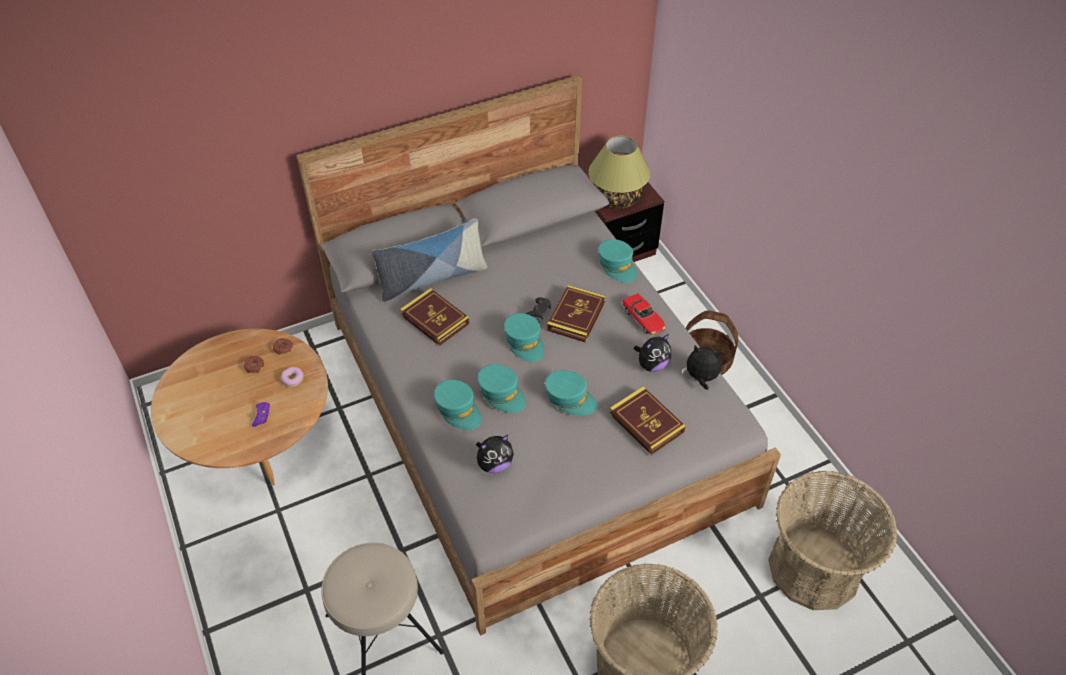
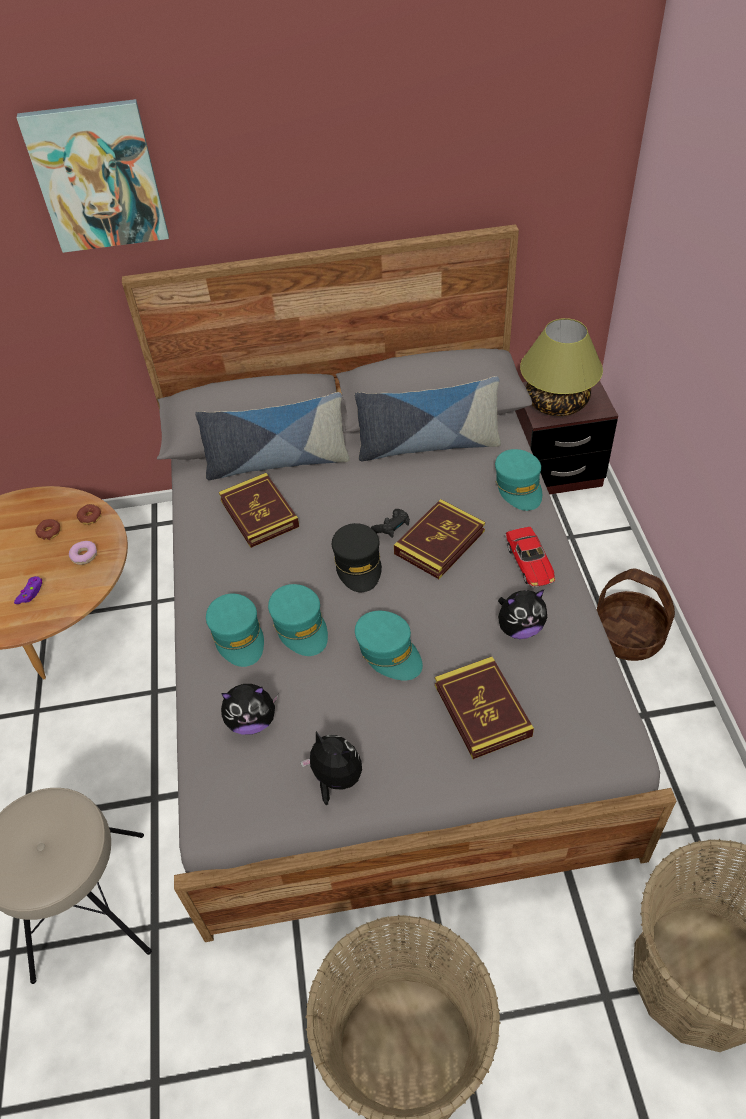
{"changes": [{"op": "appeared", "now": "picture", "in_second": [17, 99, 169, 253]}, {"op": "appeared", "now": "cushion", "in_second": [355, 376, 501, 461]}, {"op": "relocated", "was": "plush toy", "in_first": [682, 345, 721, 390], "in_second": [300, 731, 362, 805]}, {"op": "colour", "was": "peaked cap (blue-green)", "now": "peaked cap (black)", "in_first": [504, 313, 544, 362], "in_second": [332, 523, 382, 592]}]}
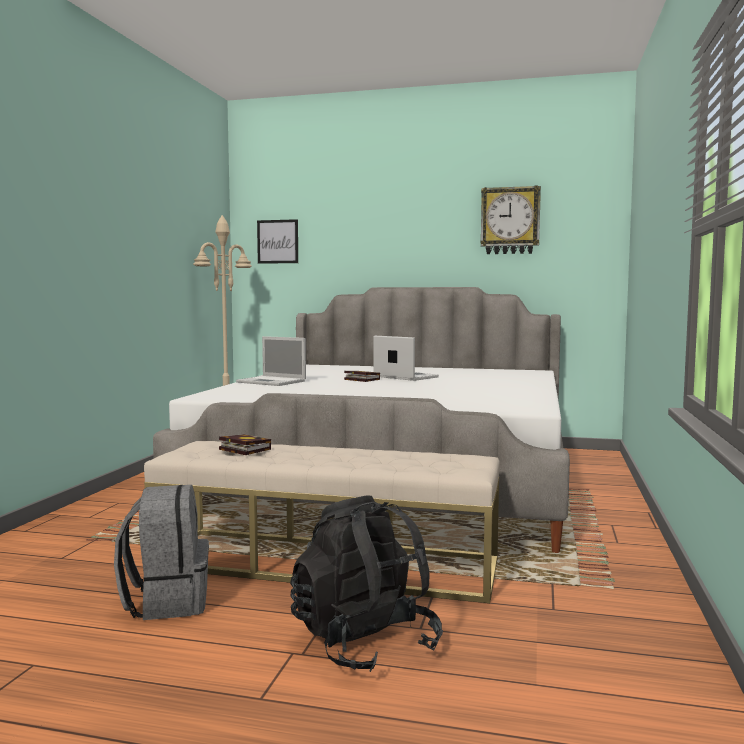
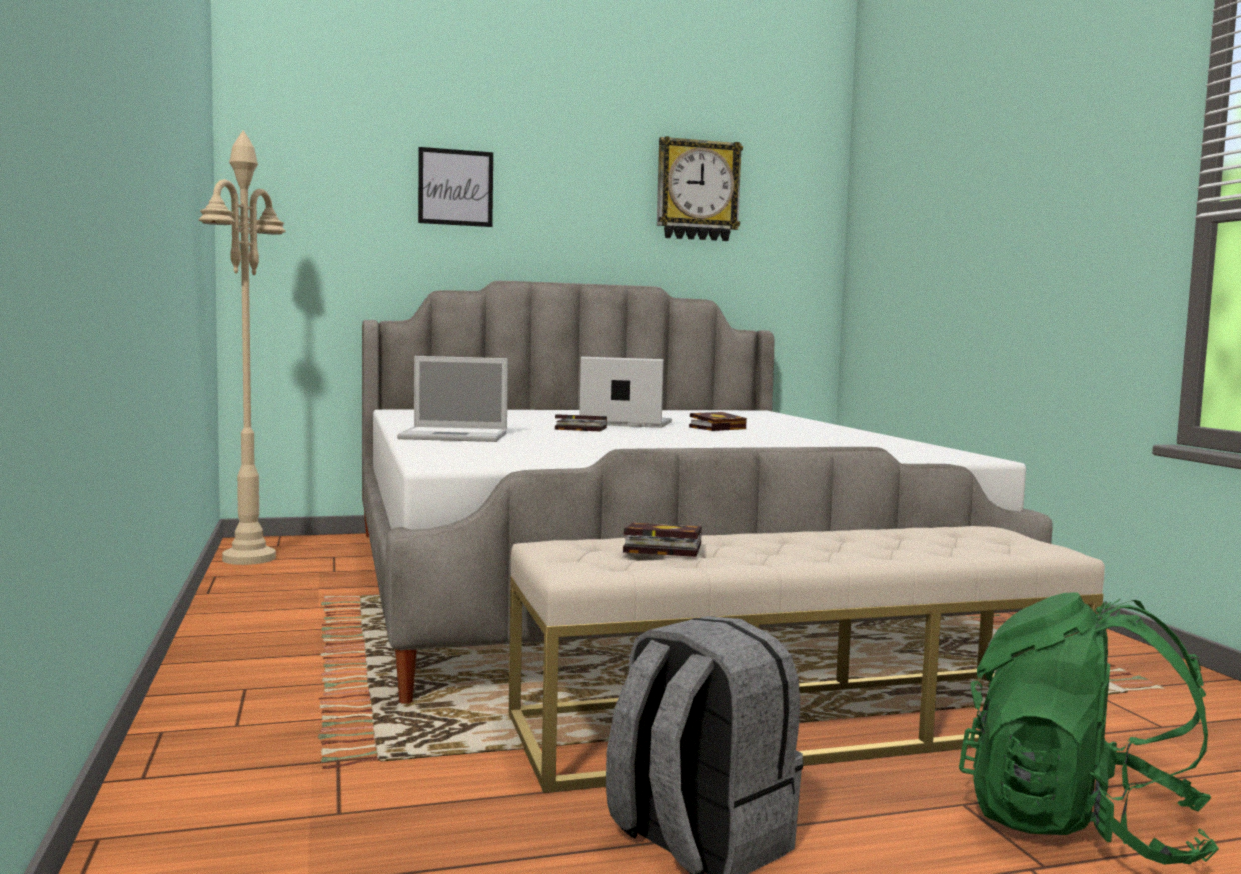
{"changes": [{"op": "appeared", "now": "volume", "in_second": [689, 412, 747, 431]}, {"op": "relocated", "was": "picture", "in_first": [257, 219, 298, 264], "in_second": [418, 147, 493, 227]}, {"op": "colour", "was": "backpack (black)", "now": "backpack (green)", "in_first": [290, 495, 443, 672], "in_second": [959, 592, 1219, 865]}]}
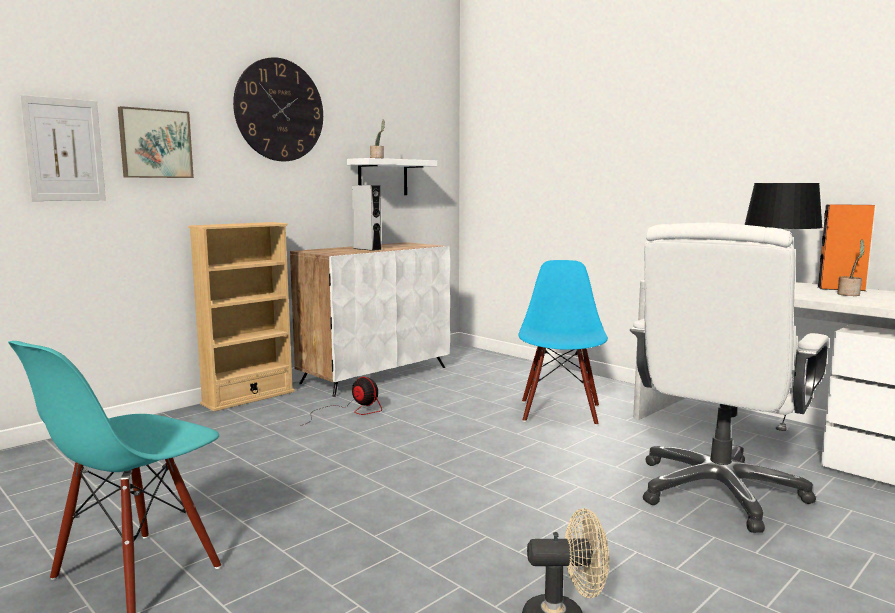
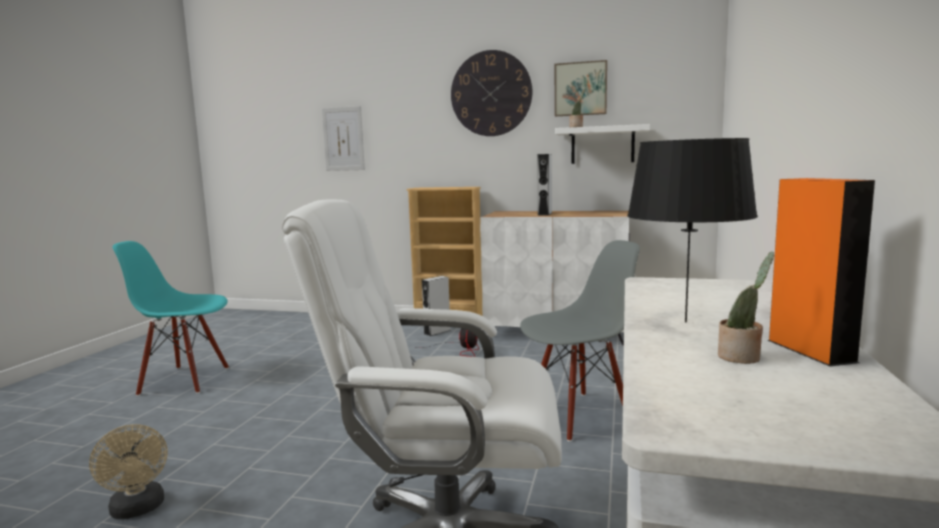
{"changes": [{"op": "appeared", "now": "speaker (greyish)", "in_second": [422, 276, 451, 336]}, {"op": "relocated", "was": "picture", "in_first": [118, 106, 194, 178], "in_second": [555, 60, 607, 116]}, {"op": "colour", "was": "chair (blue)", "now": "chair (greyish)", "in_first": [518, 260, 608, 426], "in_second": [520, 240, 640, 442]}]}
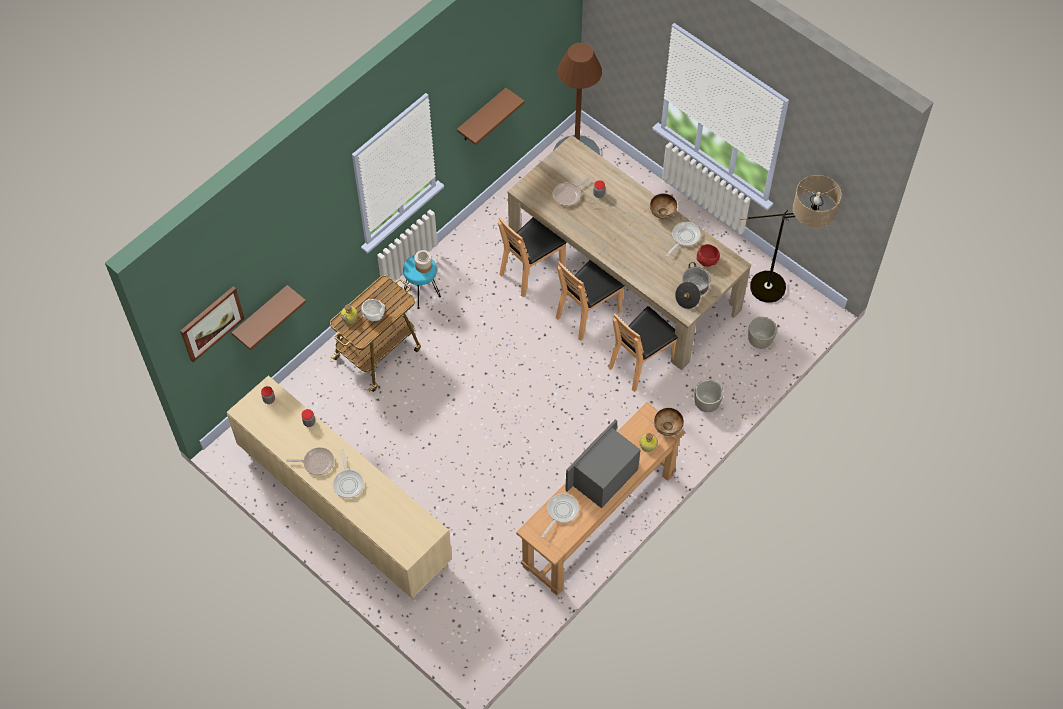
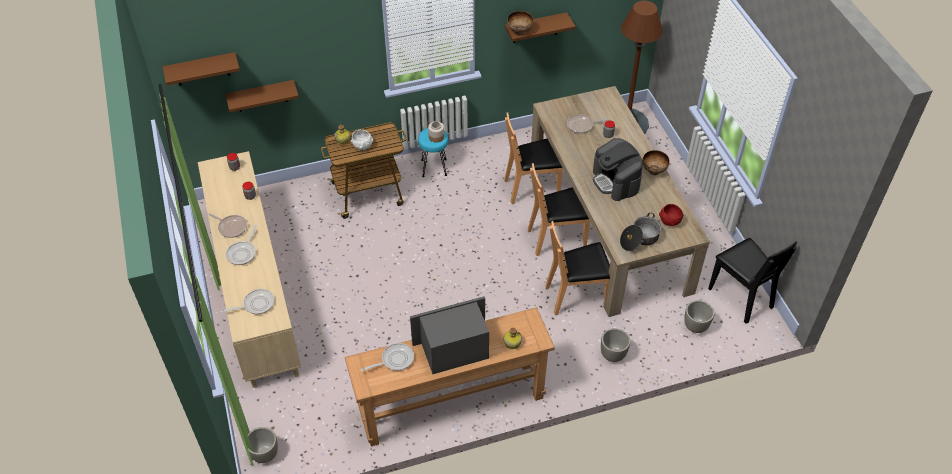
{"changes": [{"op": "appeared", "now": "plant pot (greyish)", "in_second": [248, 427, 278, 463]}, {"op": "appeared", "now": "coffee machine", "in_second": [593, 138, 643, 201]}, {"op": "relocated", "was": "deep dish", "in_first": [654, 408, 684, 436], "in_second": [507, 11, 533, 35]}, {"op": "relocated", "was": "skillet", "in_first": [666, 222, 701, 257], "in_second": [220, 289, 274, 314]}, {"op": "exchanged", "was": "picture", "now": "bracket shelf (brownish)", "in_first": [180, 286, 245, 362], "in_second": [163, 52, 240, 86]}, {"op": "exchanged", "was": "standing lamp", "now": "chair (black)", "in_first": [740, 175, 842, 303], "in_second": [708, 238, 798, 324]}]}
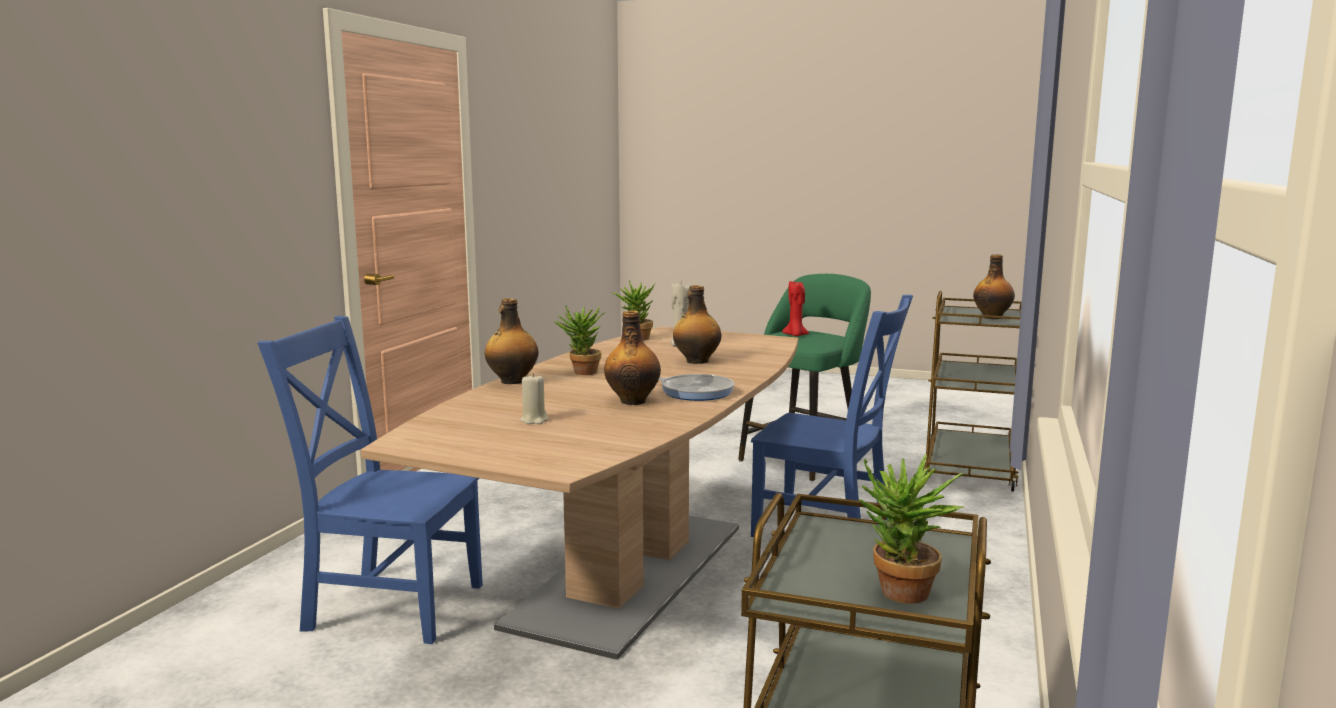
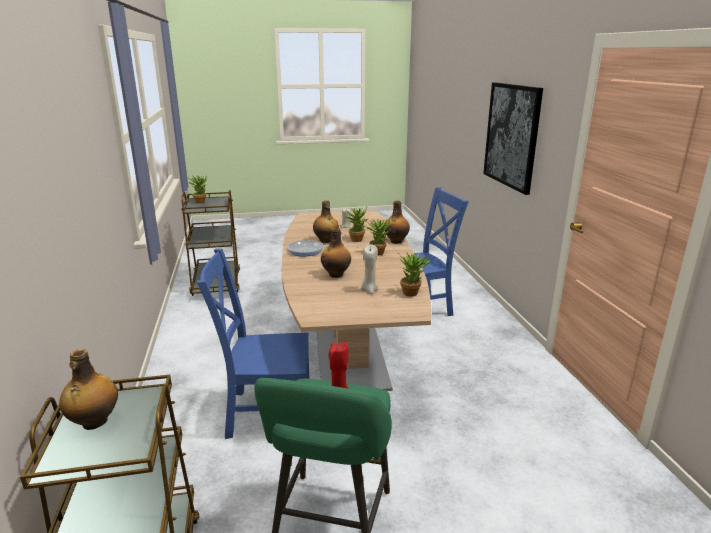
{"changes": [{"op": "appeared", "now": "plant in a pot", "in_second": [345, 208, 369, 242]}, {"op": "appeared", "now": "picture", "in_second": [483, 82, 543, 195]}]}
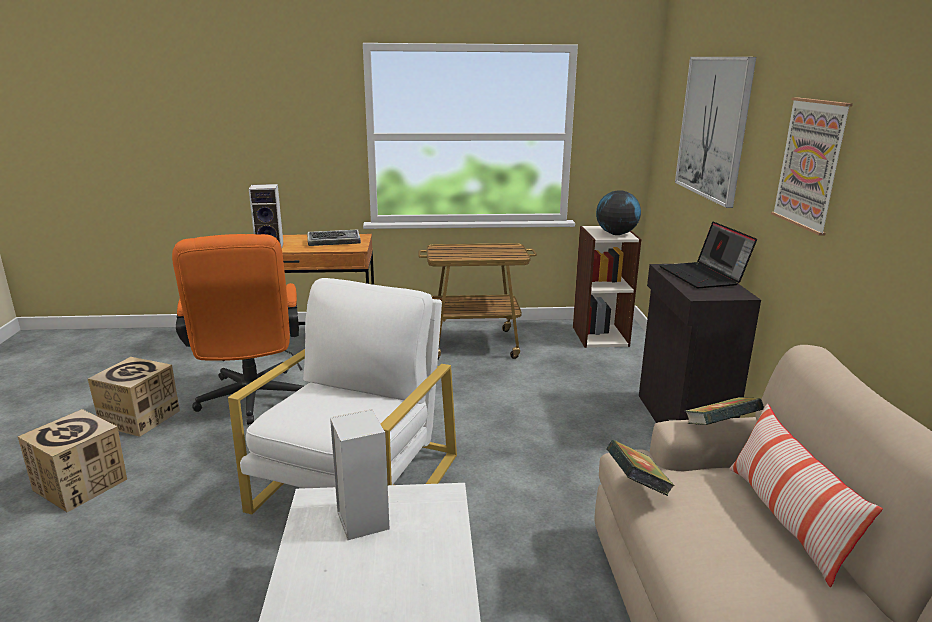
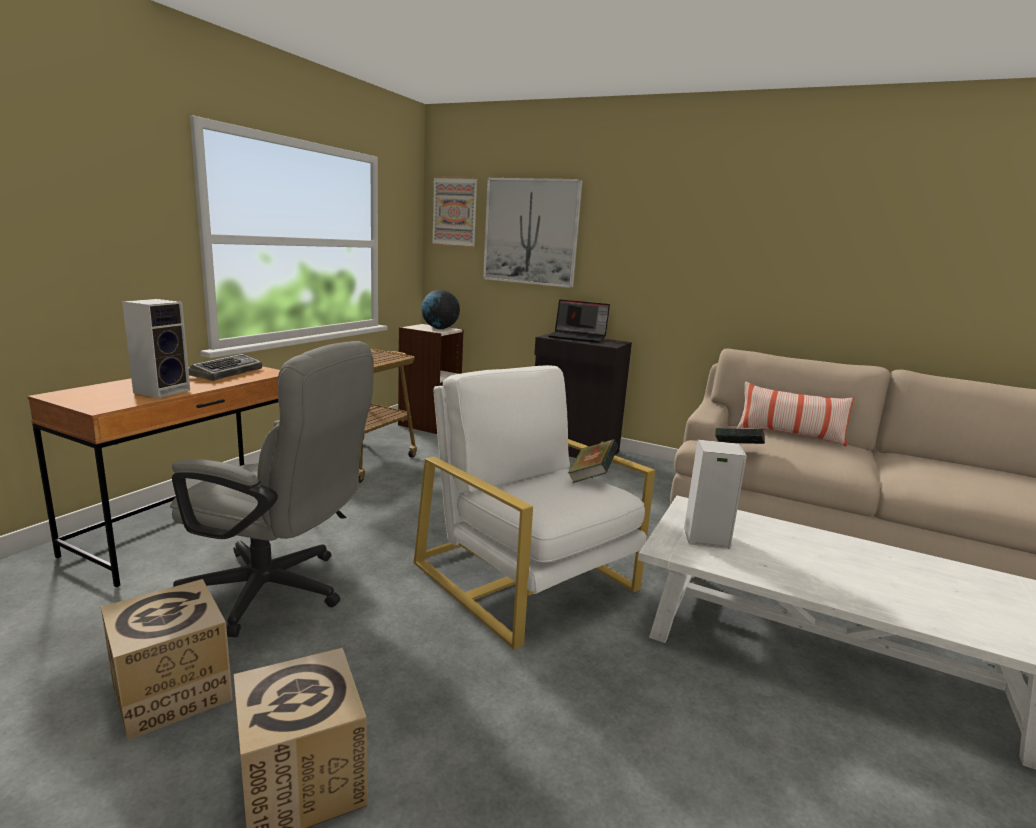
{"changes": [{"op": "relocated", "was": "volume", "in_first": [686, 397, 764, 425], "in_second": [568, 439, 618, 483]}, {"op": "relocated", "was": "picture", "in_first": [771, 97, 853, 235], "in_second": [432, 176, 478, 248]}, {"op": "colour", "was": "computer chair (orange)", "now": "computer chair (greyish)", "in_first": [172, 234, 304, 425], "in_second": [170, 341, 374, 637]}]}
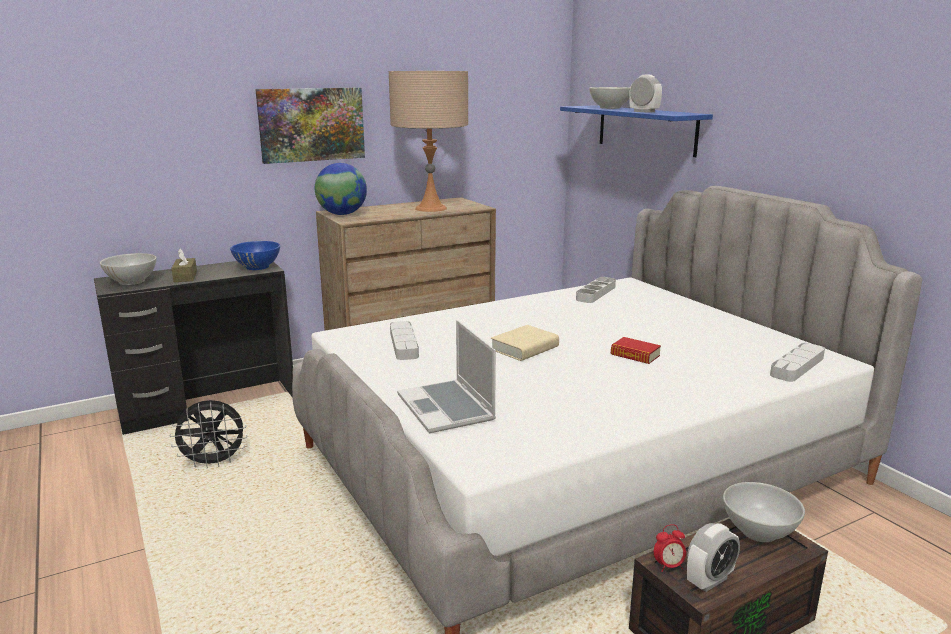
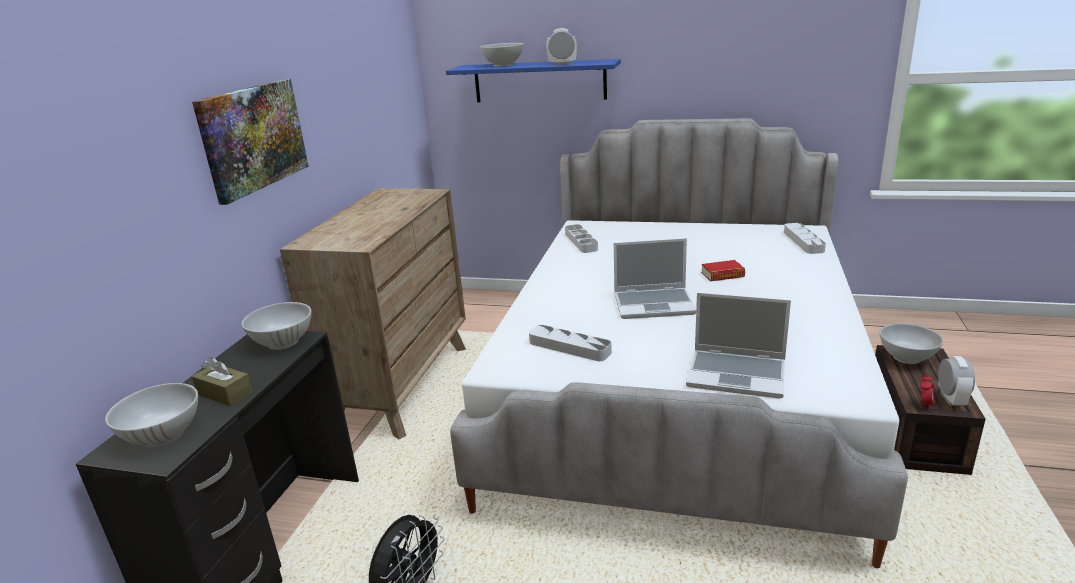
{"changes": [{"op": "missing", "was": "world globe", "in_first": [315, 163, 367, 215]}, {"op": "missing", "was": "lamp for a table (sand-coloured)", "in_first": [389, 71, 468, 212]}, {"op": "exchanged", "was": "volume (sand-coloured)", "now": "laptop", "in_first": [491, 325, 559, 361], "in_second": [614, 238, 696, 319]}, {"op": "colour", "was": "deep dish (blue)", "now": "deep dish (white-coloured)", "in_first": [230, 241, 280, 270], "in_second": [242, 302, 312, 350]}]}
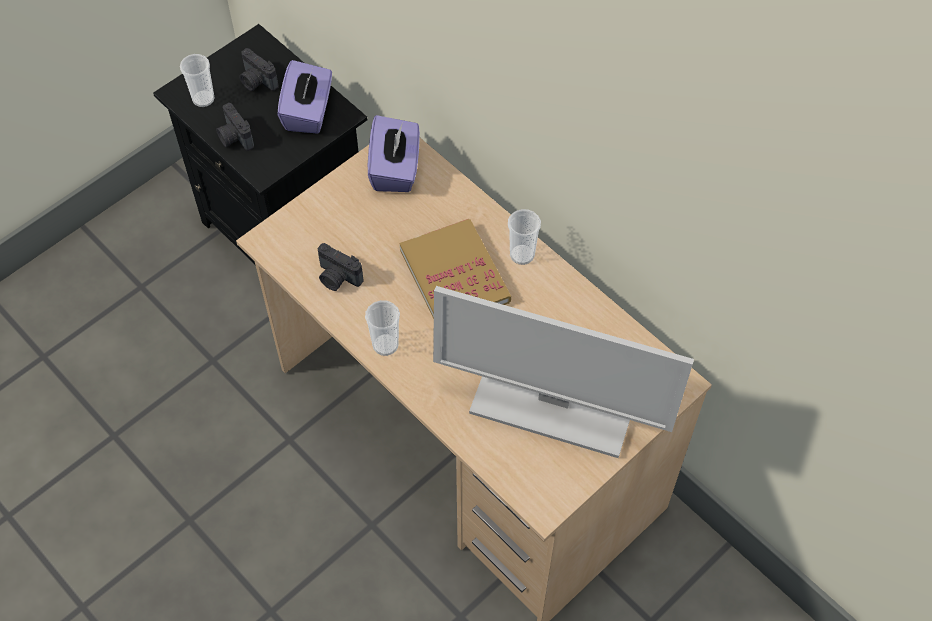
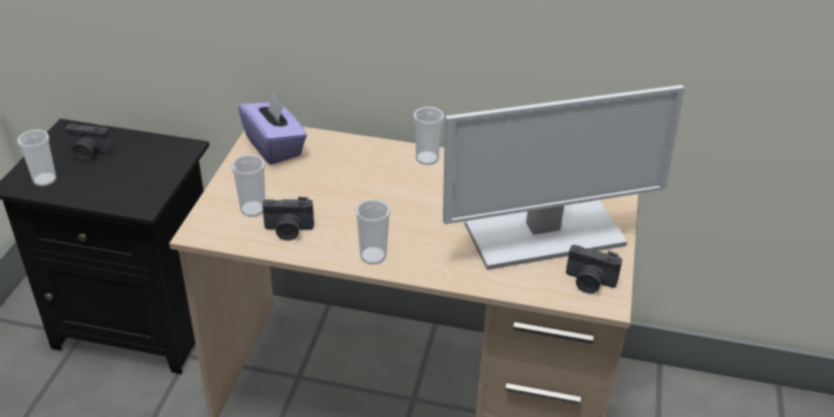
{"changes": [{"op": "missing", "was": "box of tissues (purplish)", "in_first": [277, 60, 332, 134]}, {"op": "missing", "was": "volume", "in_first": [400, 219, 511, 319]}, {"op": "appeared", "now": "small cup", "in_second": [231, 155, 265, 217]}, {"op": "relocated", "was": "still camera", "in_first": [216, 103, 254, 151], "in_second": [566, 245, 622, 293]}]}
